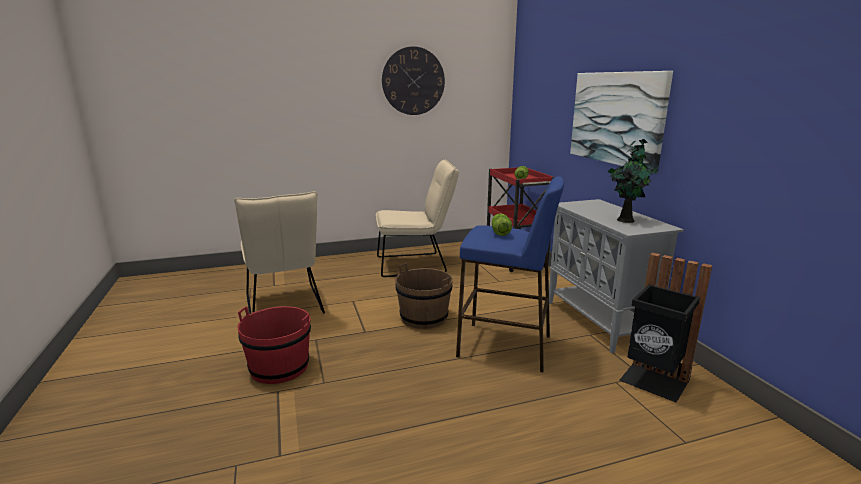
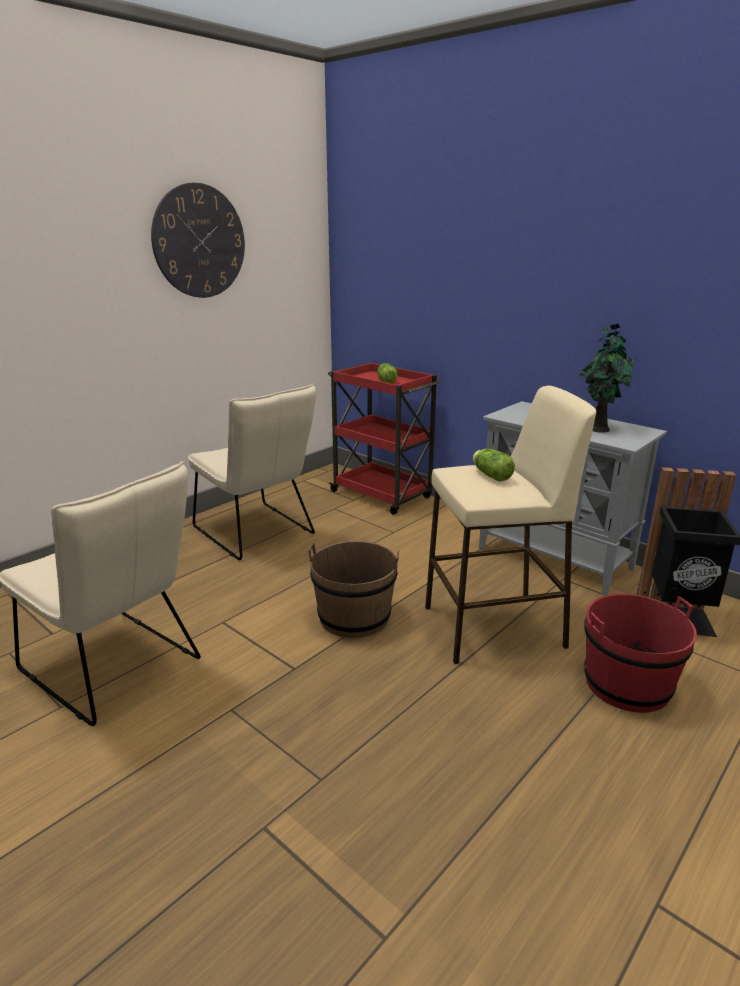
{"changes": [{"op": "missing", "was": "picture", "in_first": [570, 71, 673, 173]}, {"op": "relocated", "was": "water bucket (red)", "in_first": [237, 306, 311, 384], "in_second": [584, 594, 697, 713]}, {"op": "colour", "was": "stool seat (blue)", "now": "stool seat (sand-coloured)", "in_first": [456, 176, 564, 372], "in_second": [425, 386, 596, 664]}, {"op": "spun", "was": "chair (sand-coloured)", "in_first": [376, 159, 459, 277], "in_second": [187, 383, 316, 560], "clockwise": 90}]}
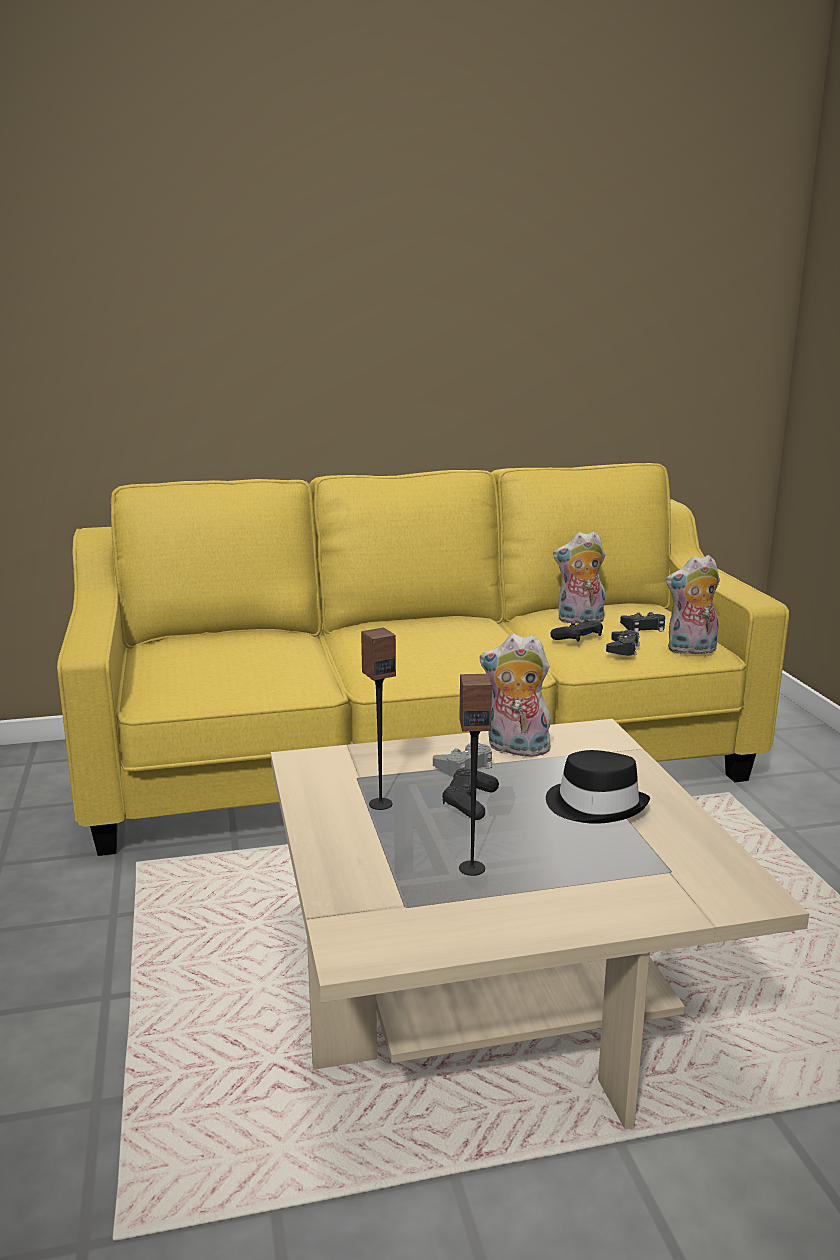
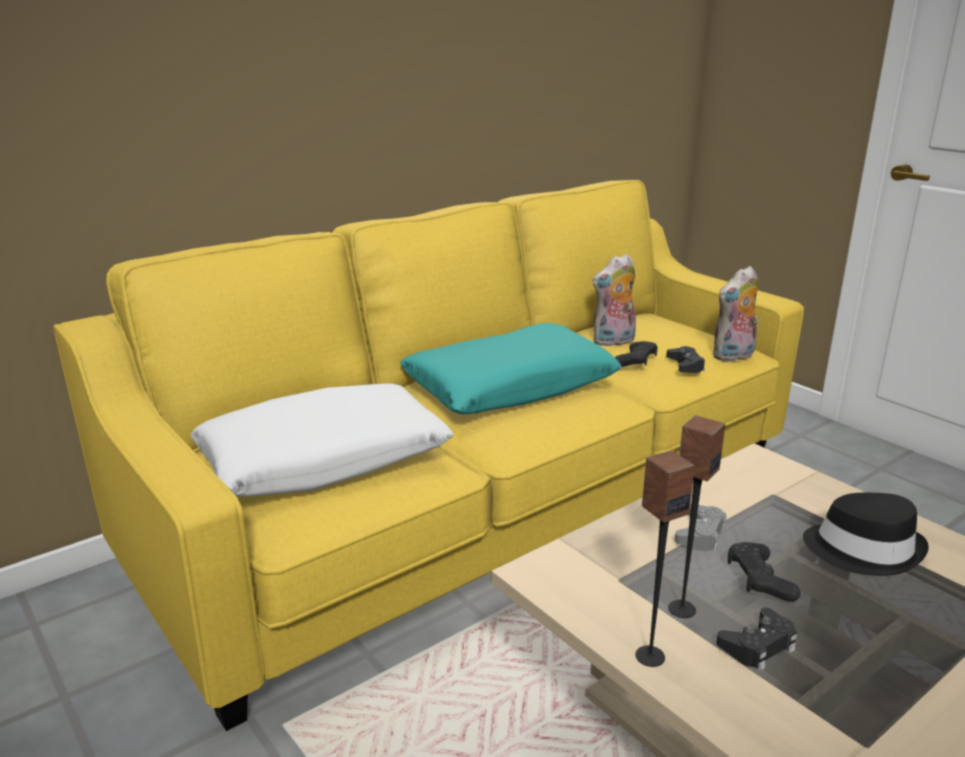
{"changes": [{"op": "missing", "was": "plush toy", "in_first": [480, 634, 553, 757]}, {"op": "appeared", "now": "cushion (white-coloured)", "in_second": [190, 383, 454, 497]}, {"op": "appeared", "now": "cushion (blue-green)", "in_second": [400, 323, 621, 414]}, {"op": "relocated", "was": "speaker", "in_first": [459, 674, 492, 876], "in_second": [636, 450, 695, 667]}, {"op": "relocated", "was": "game controller (black)", "in_first": [620, 612, 665, 633], "in_second": [716, 608, 797, 671]}]}
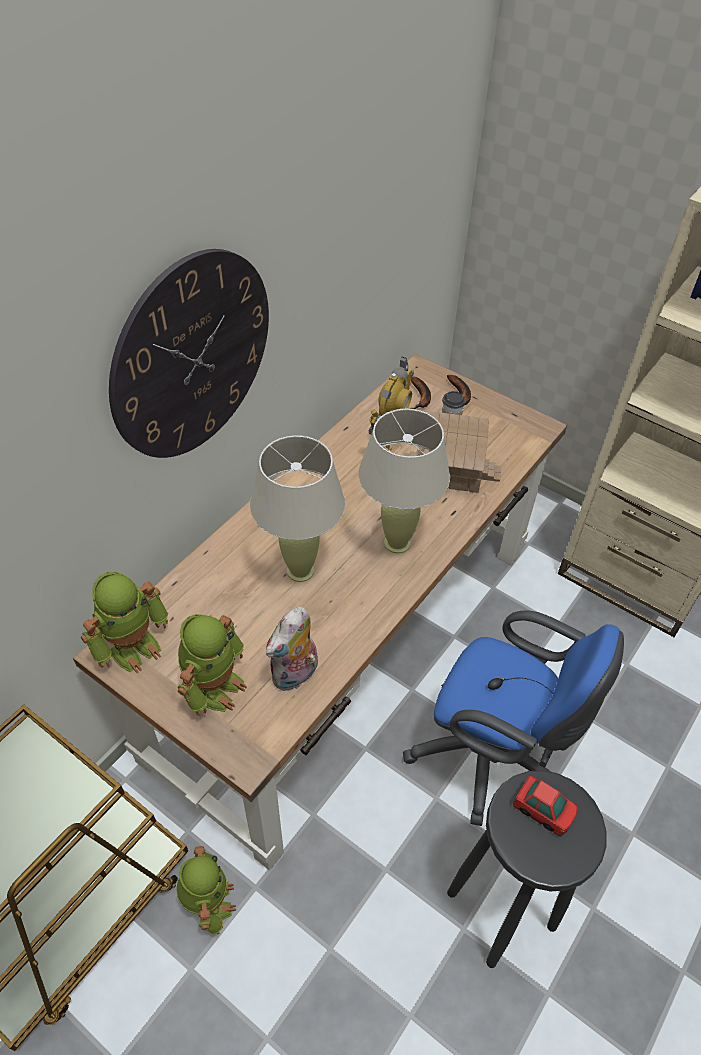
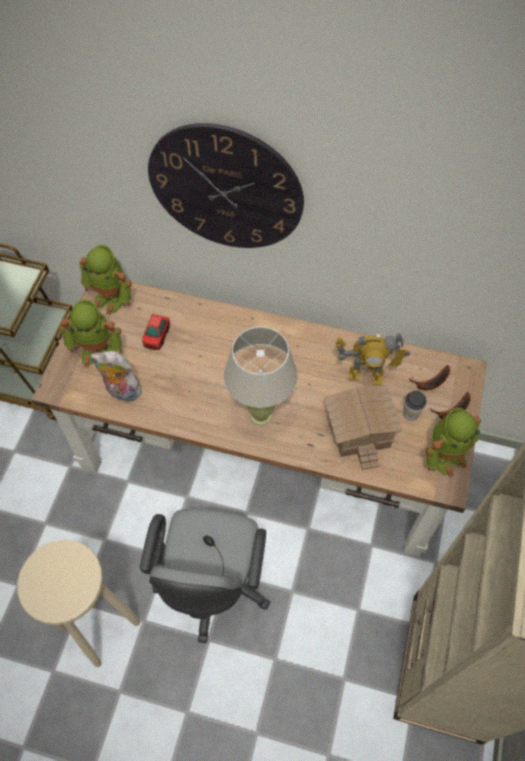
{"changes": [{"op": "missing", "was": "lamp for a table (sand-coloured)", "in_first": [250, 436, 345, 582]}, {"op": "relocated", "was": "toy robot", "in_first": [176, 846, 236, 934], "in_second": [426, 408, 481, 477]}, {"op": "relocated", "was": "model car", "in_first": [513, 776, 577, 836], "in_second": [142, 314, 170, 350]}, {"op": "colour", "was": "computer chair (blue)", "now": "computer chair (greyish)", "in_first": [403, 610, 624, 826], "in_second": [140, 508, 270, 643]}, {"op": "colour", "was": "stool seat (black)", "now": "stool seat (sand-coloured)", "in_first": [447, 770, 606, 968], "in_second": [17, 540, 140, 667]}]}
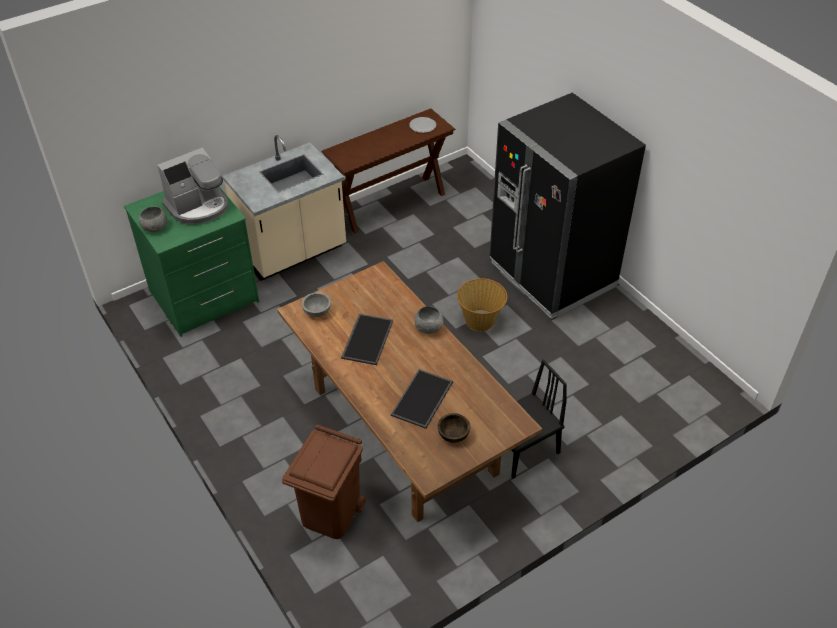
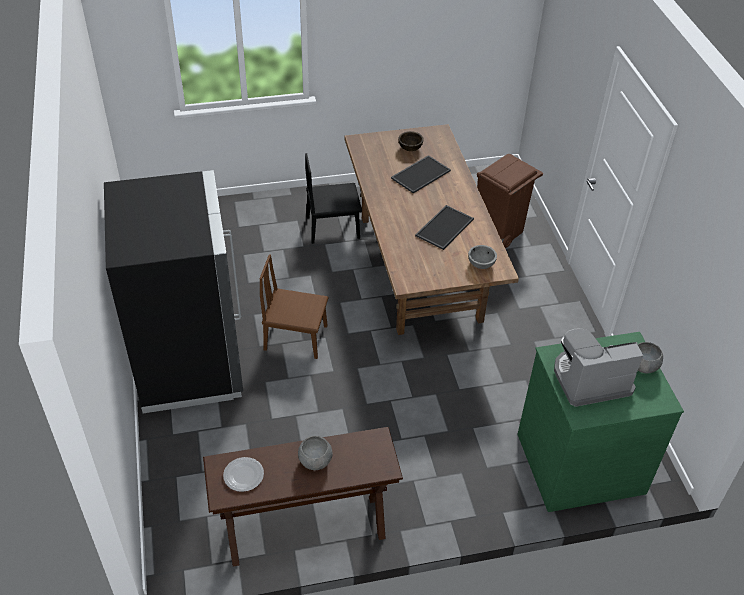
{"changes": [{"op": "missing", "was": "counter (sand-coloured)", "in_first": [222, 135, 346, 281]}, {"op": "relocated", "was": "deep dish (greyish)", "in_first": [415, 306, 443, 334], "in_second": [298, 436, 332, 470]}, {"op": "exchanged", "was": "storage basket", "now": "chair (brownish)", "in_first": [457, 278, 508, 331], "in_second": [259, 254, 328, 359]}]}
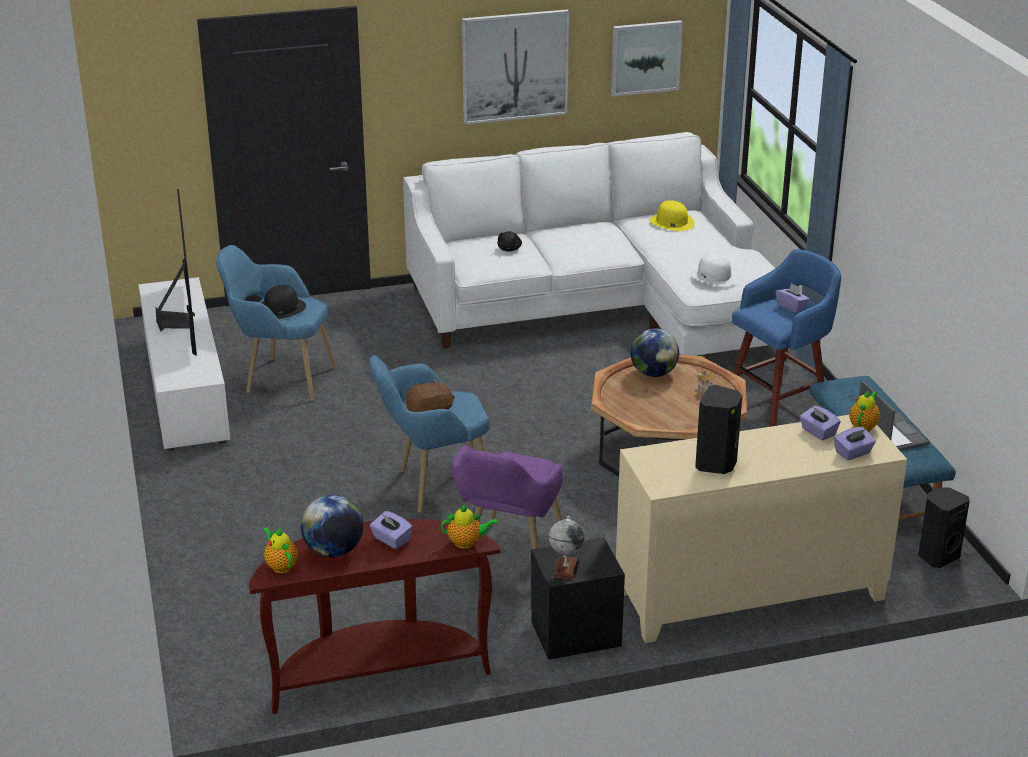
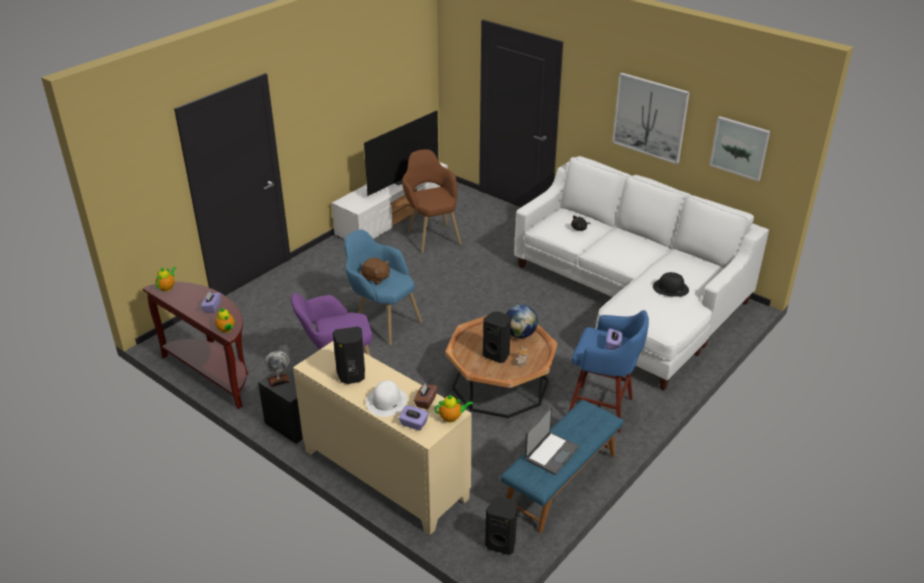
{"changes": [{"op": "missing", "was": "world globe", "in_first": [301, 495, 363, 557]}, {"op": "missing", "was": "clothing hat (yellow)", "in_first": [650, 200, 695, 231]}, {"op": "appeared", "now": "speaker (black)", "in_second": [483, 311, 511, 363]}, {"op": "relocated", "was": "clothing hat (black)", "in_first": [261, 285, 306, 319], "in_second": [653, 272, 689, 297]}, {"op": "relocated", "was": "clothing hat (white-coloured)", "in_first": [690, 253, 739, 287], "in_second": [366, 380, 407, 417]}, {"op": "colour", "was": "armchair (blue)", "now": "armchair (brownish)", "in_first": [216, 245, 337, 402], "in_second": [402, 150, 461, 253]}, {"op": "colour", "was": "box of tissues (purplish)", "now": "box of tissues (brownish)", "in_first": [800, 405, 841, 440], "in_second": [414, 383, 438, 409]}]}
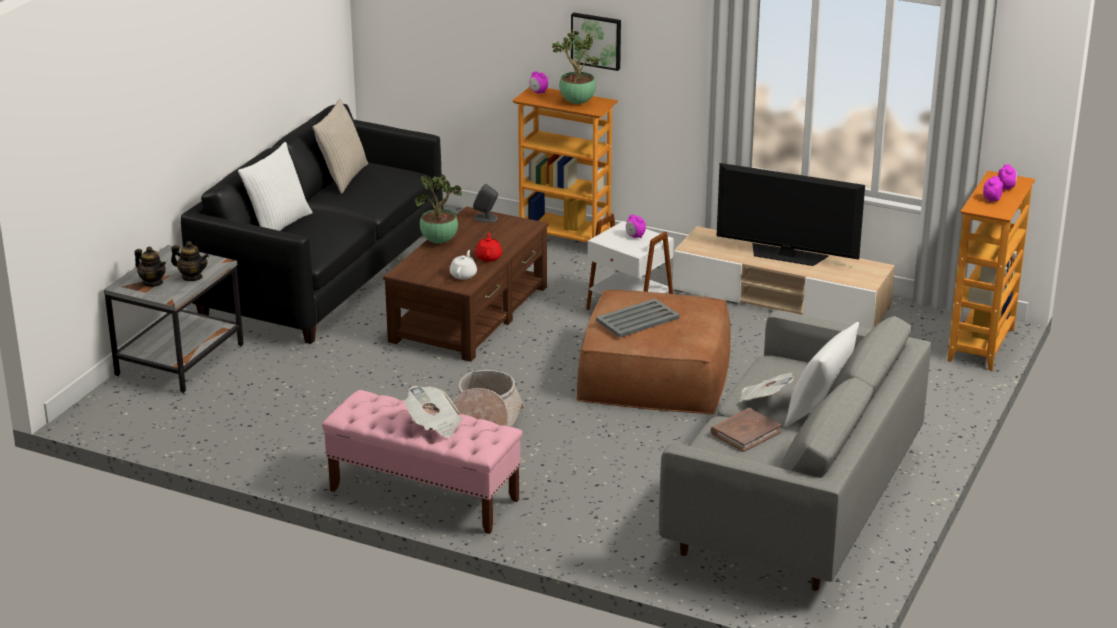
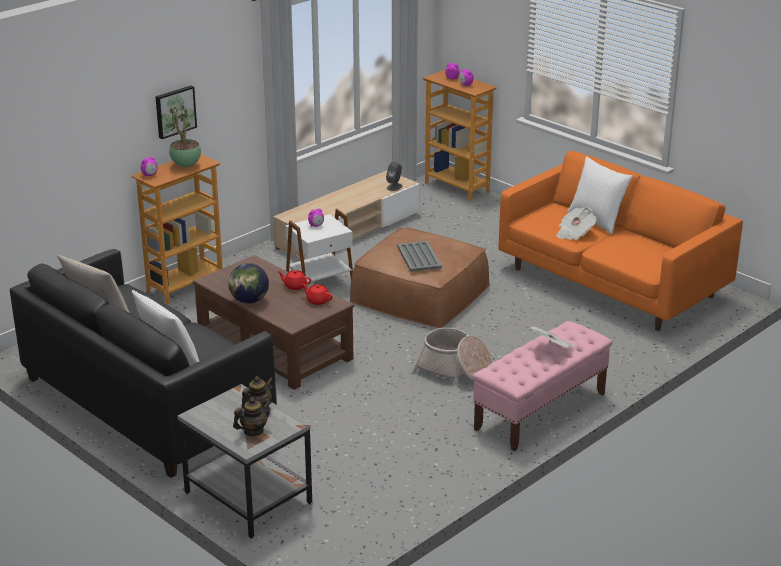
{"changes": [{"op": "missing", "was": "volume (brownish)", "in_first": [711, 408, 782, 452]}, {"op": "missing", "was": "television", "in_first": [717, 163, 865, 266]}, {"op": "relocated", "was": "speaker (greyish)", "in_first": [473, 184, 498, 223], "in_second": [386, 161, 402, 191]}, {"op": "exchanged", "was": "plant in a pot", "now": "world globe", "in_first": [414, 174, 462, 244], "in_second": [228, 263, 269, 303]}, {"op": "colour", "was": "teapot (white-coloured)", "now": "teapot (red)", "in_first": [450, 250, 477, 280], "in_second": [302, 283, 333, 305]}, {"op": "colour", "was": "sofa (greyish)", "now": "sofa (orange)", "in_first": [659, 310, 931, 591], "in_second": [499, 151, 743, 331]}]}
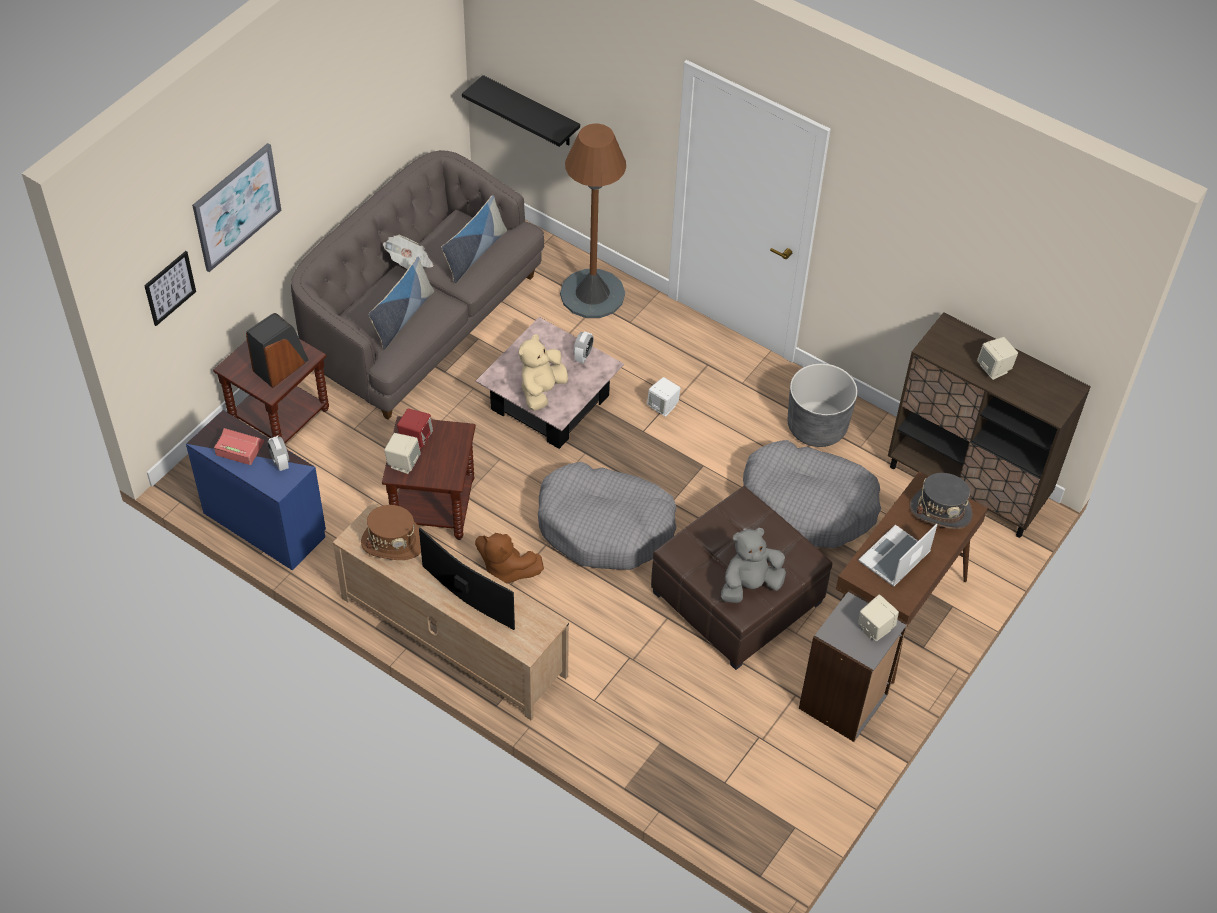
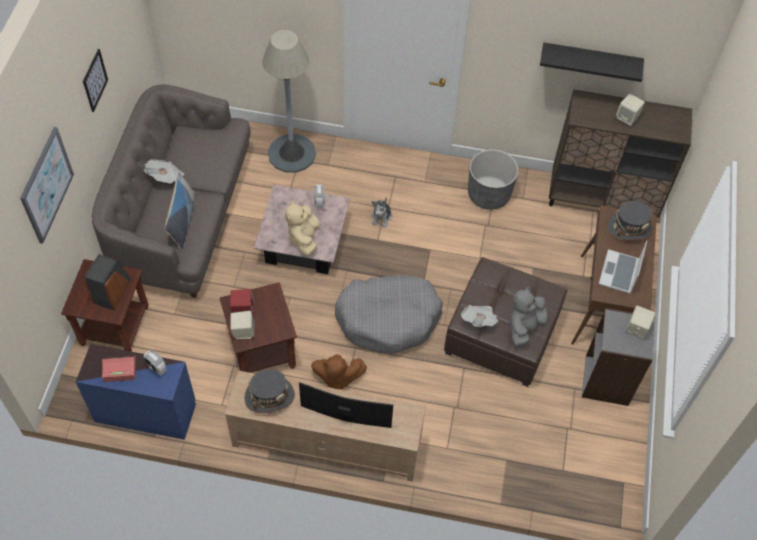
{"changes": [{"op": "missing", "was": "cushion", "in_first": [441, 195, 507, 283]}, {"op": "missing", "was": "dog cushion (greyish)", "in_first": [743, 440, 881, 548]}, {"op": "appeared", "now": "printed paper", "in_second": [461, 305, 499, 327]}, {"op": "relocated", "was": "picture", "in_first": [144, 251, 196, 326], "in_second": [83, 49, 108, 112]}, {"op": "relocated", "was": "bracket shelf (black)", "in_first": [462, 75, 580, 147], "in_second": [540, 43, 644, 82]}, {"op": "exchanged", "was": "speaker (white-coloured)", "now": "plush toy", "in_first": [647, 377, 681, 417], "in_second": [371, 197, 392, 228]}, {"op": "colour", "was": "clothing hat (brownish)", "now": "clothing hat (greyish)", "in_first": [361, 505, 421, 560], "in_second": [245, 369, 295, 413]}, {"op": "colour", "was": "standing lamp (brownish)", "now": "standing lamp (greyish)", "in_first": [560, 124, 626, 318], "in_second": [262, 30, 316, 173]}]}
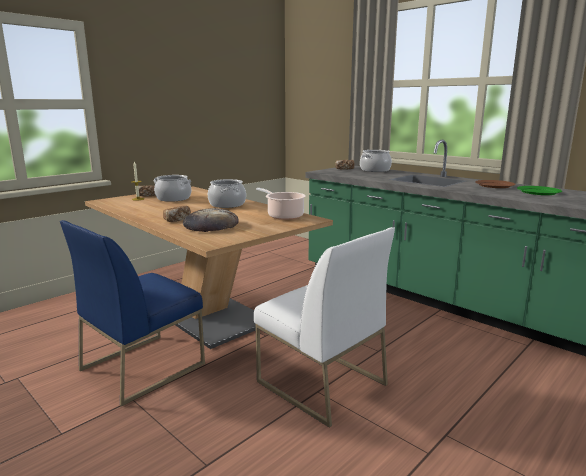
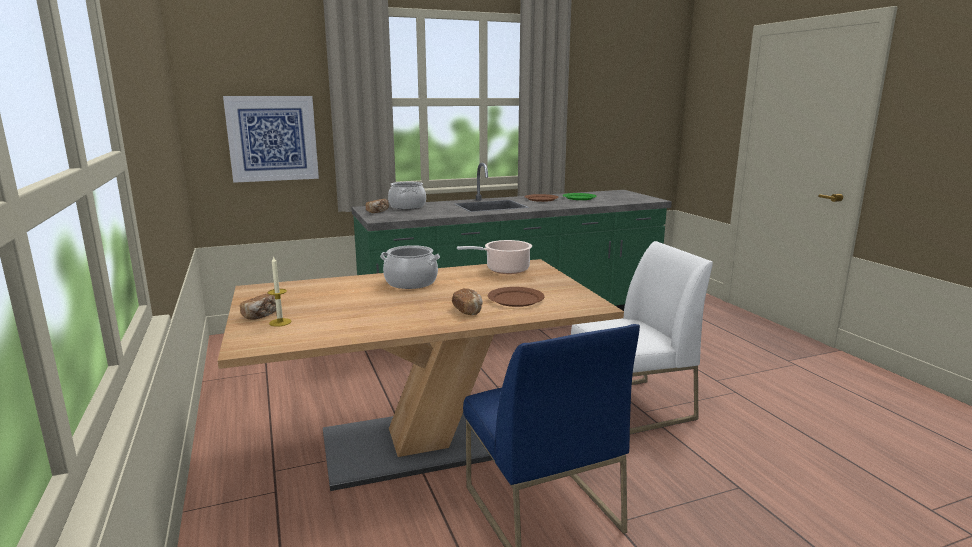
{"changes": [{"op": "missing", "was": "stockpot", "in_first": [154, 175, 191, 202]}, {"op": "appeared", "now": "picture", "in_second": [223, 96, 319, 183]}, {"op": "exchanged", "was": "baked bread", "now": "plate (brownish)", "in_first": [183, 208, 239, 232], "in_second": [488, 287, 545, 307]}]}
